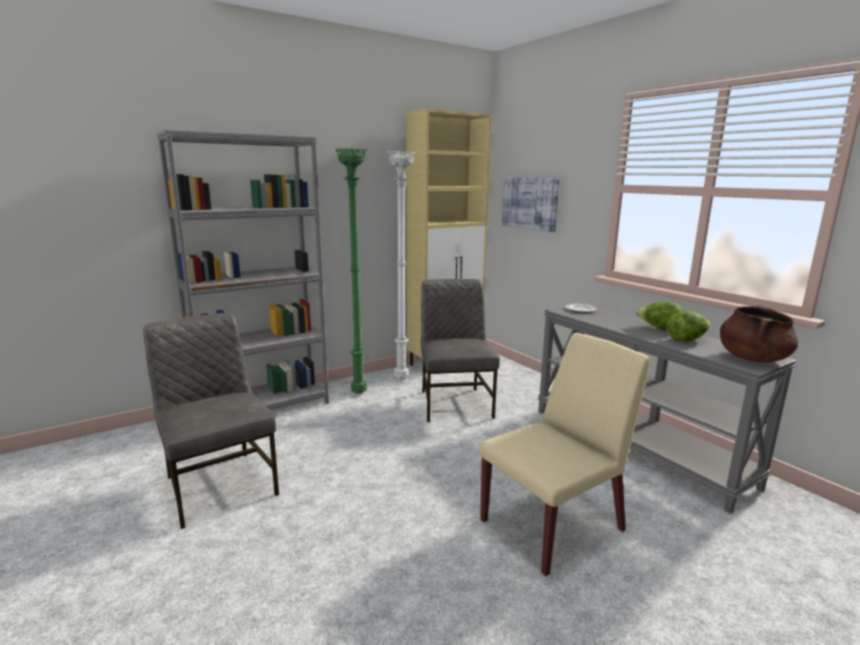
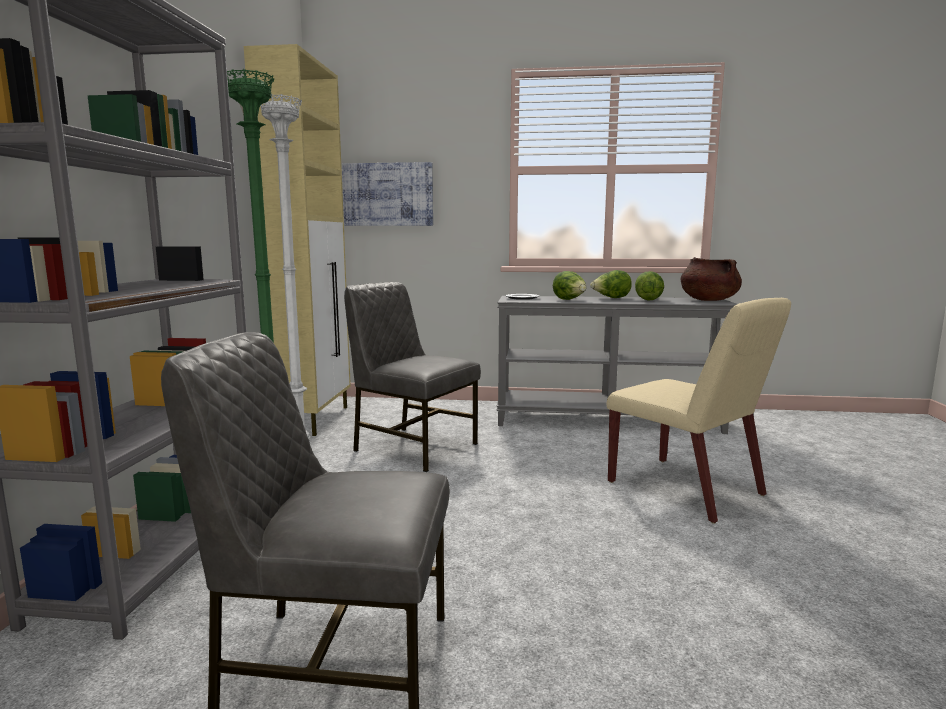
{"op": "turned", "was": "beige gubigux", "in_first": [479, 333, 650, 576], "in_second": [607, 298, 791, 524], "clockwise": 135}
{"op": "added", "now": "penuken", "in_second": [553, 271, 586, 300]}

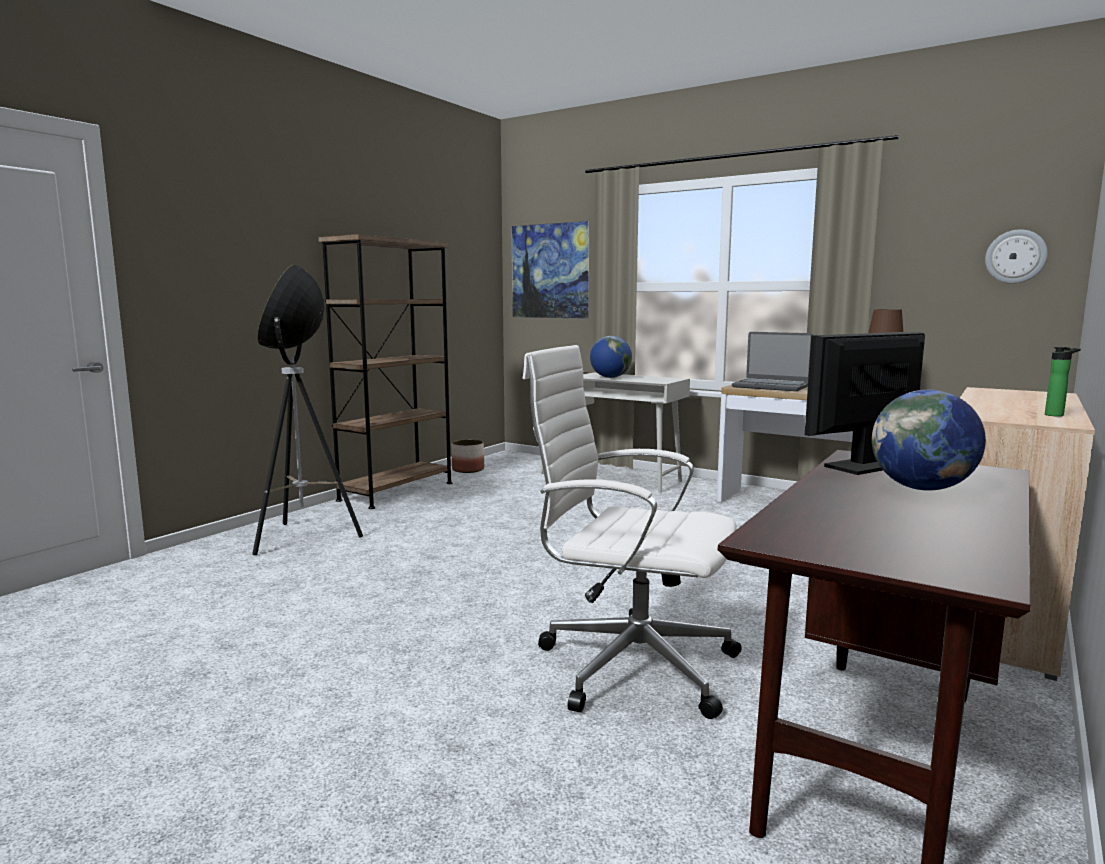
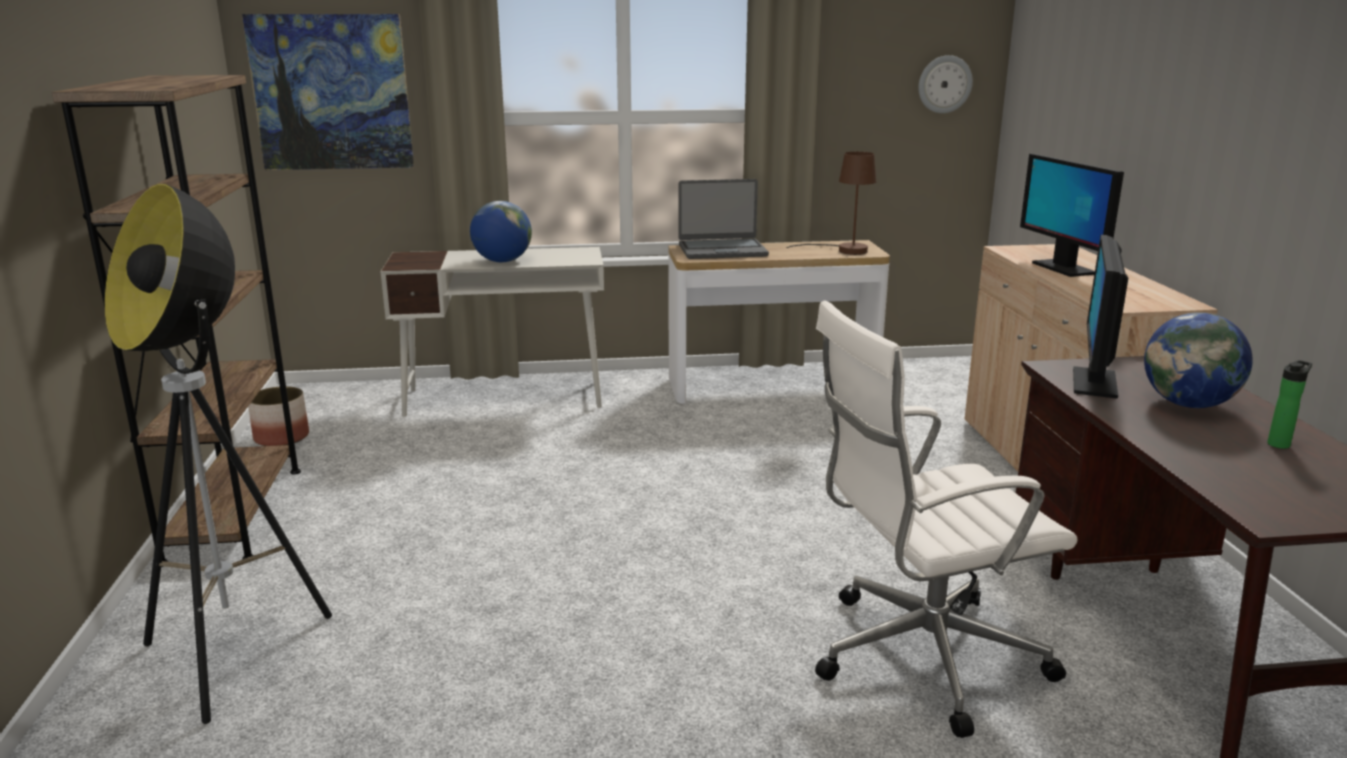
{"op": "moved", "was": "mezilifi", "in_first": [1045, 347, 1081, 417], "in_second": [1267, 360, 1312, 449]}
{"op": "added", "now": "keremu", "in_second": [1020, 154, 1124, 277]}

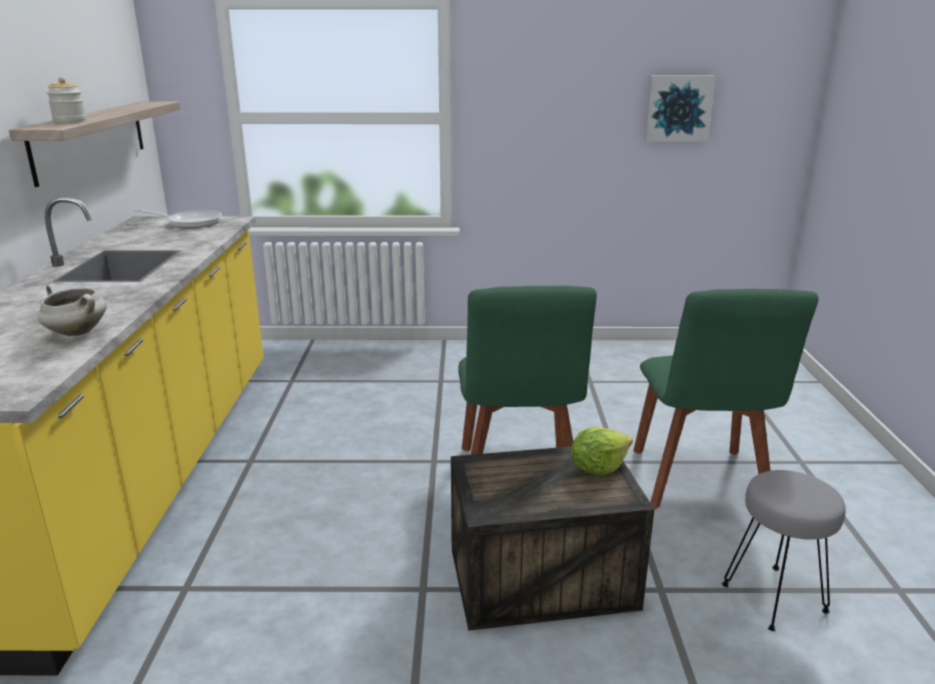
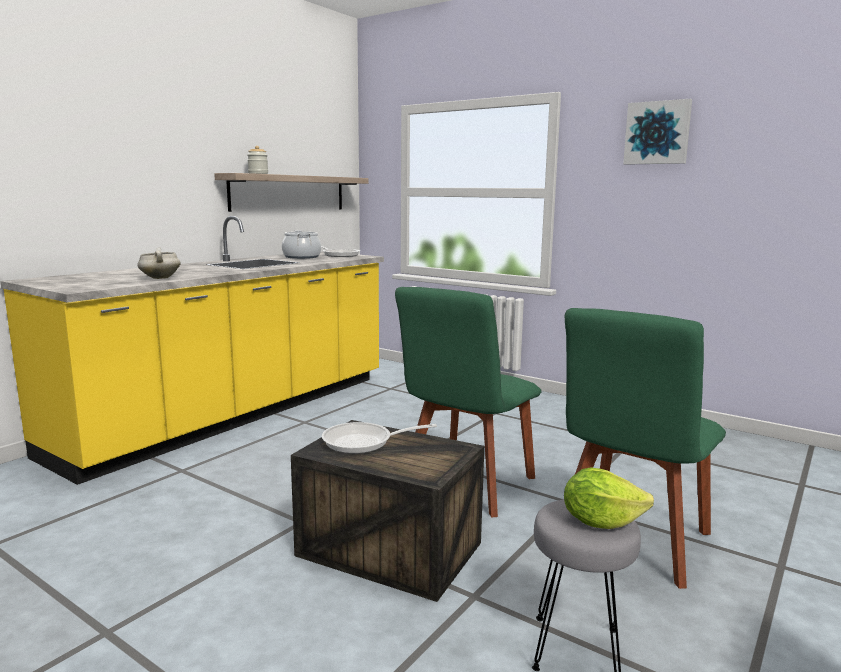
{"op": "moved", "was": "penuken", "in_first": [571, 427, 633, 475], "in_second": [564, 467, 654, 529]}
{"op": "moved", "was": "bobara", "in_first": [645, 76, 716, 142], "in_second": [623, 99, 692, 165]}
{"op": "added", "now": "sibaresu", "in_second": [282, 230, 321, 259]}
{"op": "added", "now": "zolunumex", "in_second": [322, 422, 437, 454]}

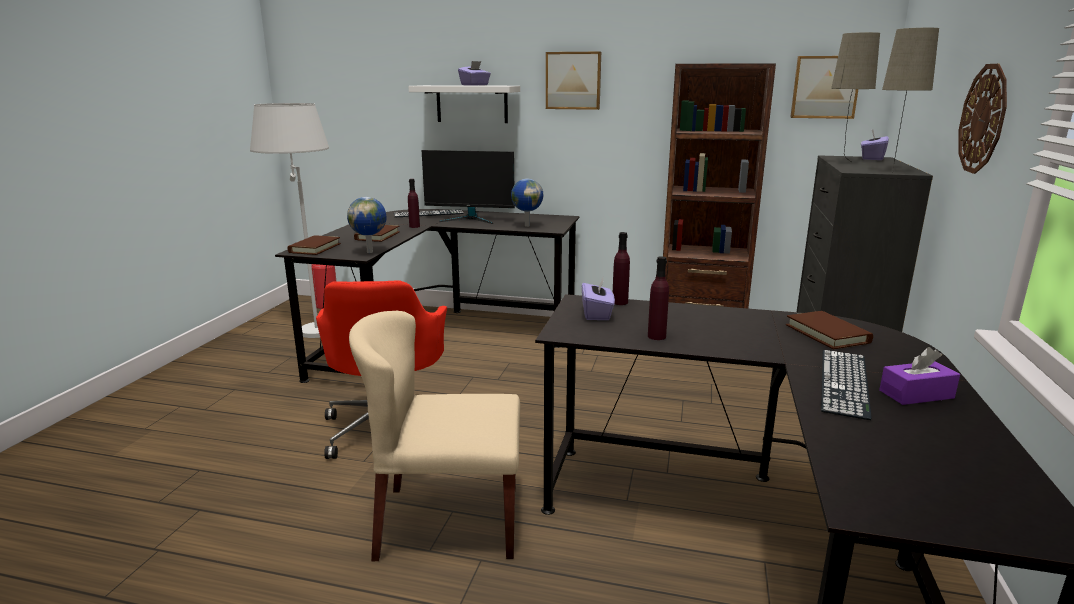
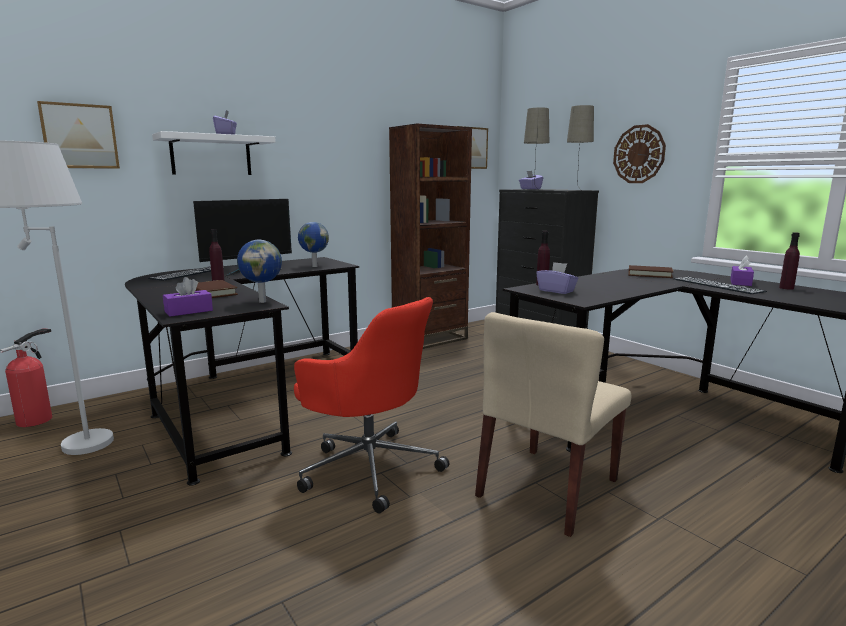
{"op": "replaced", "was": "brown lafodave", "now": "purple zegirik", "in_first": [288, 236, 341, 255], "in_second": [163, 277, 213, 317]}
{"op": "moved", "was": "bobara", "in_first": [546, 52, 601, 110], "in_second": [37, 101, 120, 169]}
{"op": "moved", "was": "purple mezilifi", "in_first": [648, 256, 669, 340], "in_second": [779, 232, 800, 290]}

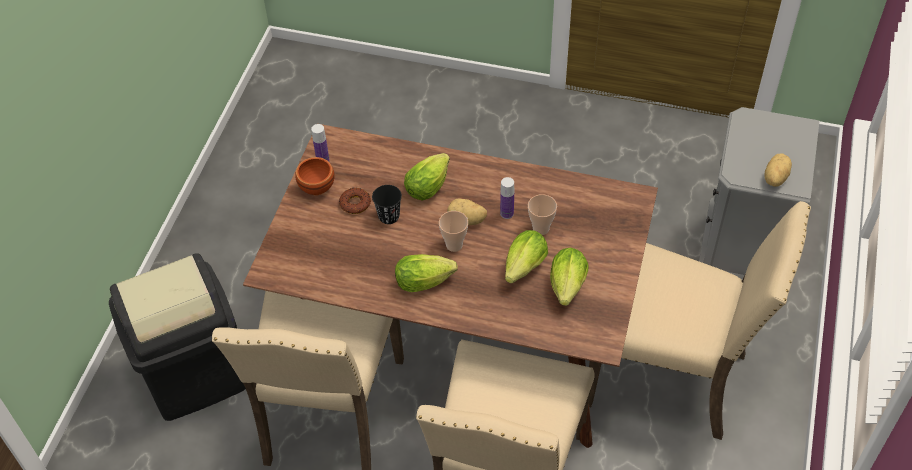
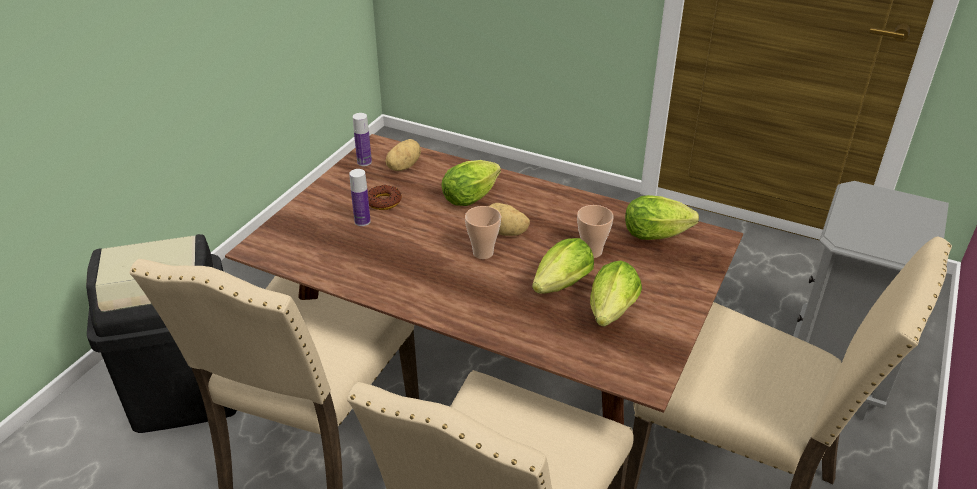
{"op": "removed", "was": "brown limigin", "in_first": [296, 157, 334, 195]}
{"op": "removed", "was": "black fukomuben", "in_first": [372, 185, 402, 224]}
{"op": "moved", "was": "penuken", "in_first": [395, 254, 458, 292], "in_second": [625, 195, 699, 240]}
{"op": "moved", "was": "mezilifi", "in_first": [500, 177, 514, 219], "in_second": [349, 169, 371, 226]}
{"op": "moved", "was": "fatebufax", "in_first": [764, 153, 792, 187], "in_second": [385, 139, 421, 171]}

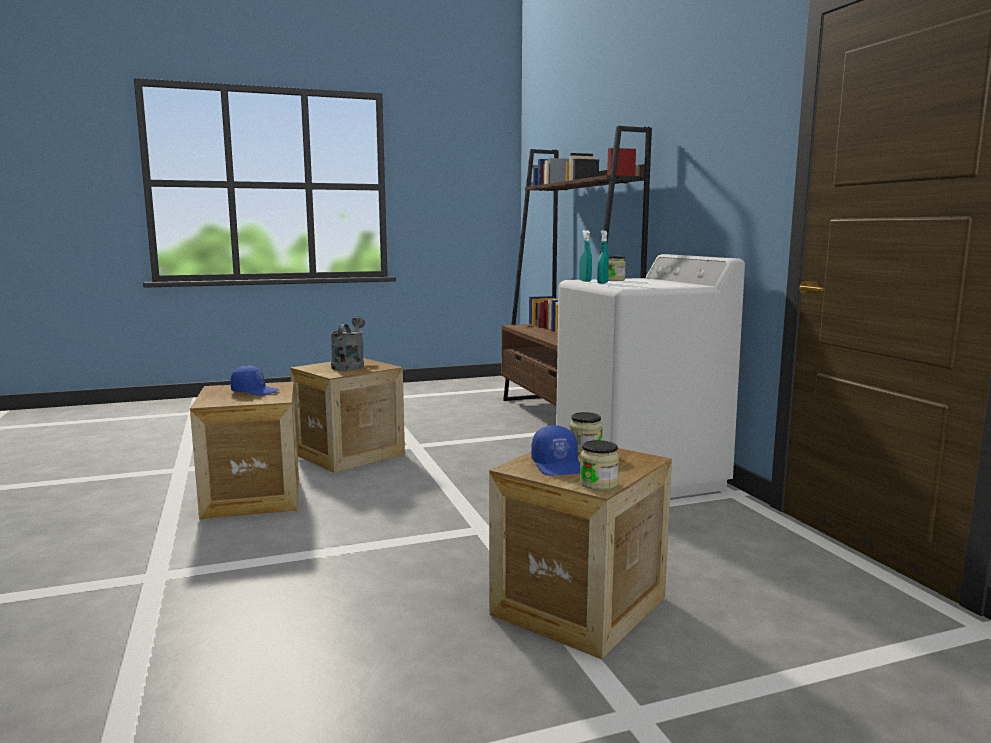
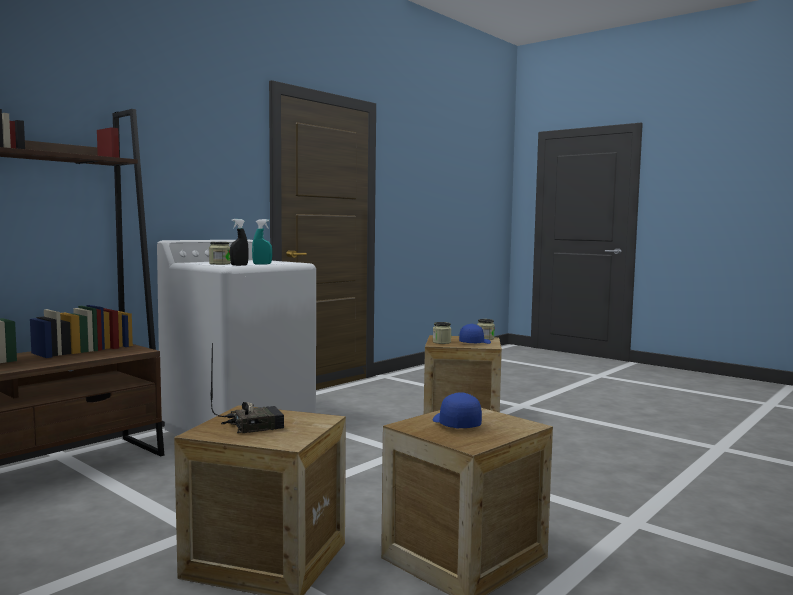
{"op": "replaced", "was": "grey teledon", "now": "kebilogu", "in_first": [331, 316, 365, 370], "in_second": [211, 343, 284, 433]}
{"op": "recoloured", "was": "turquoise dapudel", "now": "black dapudel", "in_first": [579, 230, 592, 282], "in_second": [230, 219, 249, 266]}

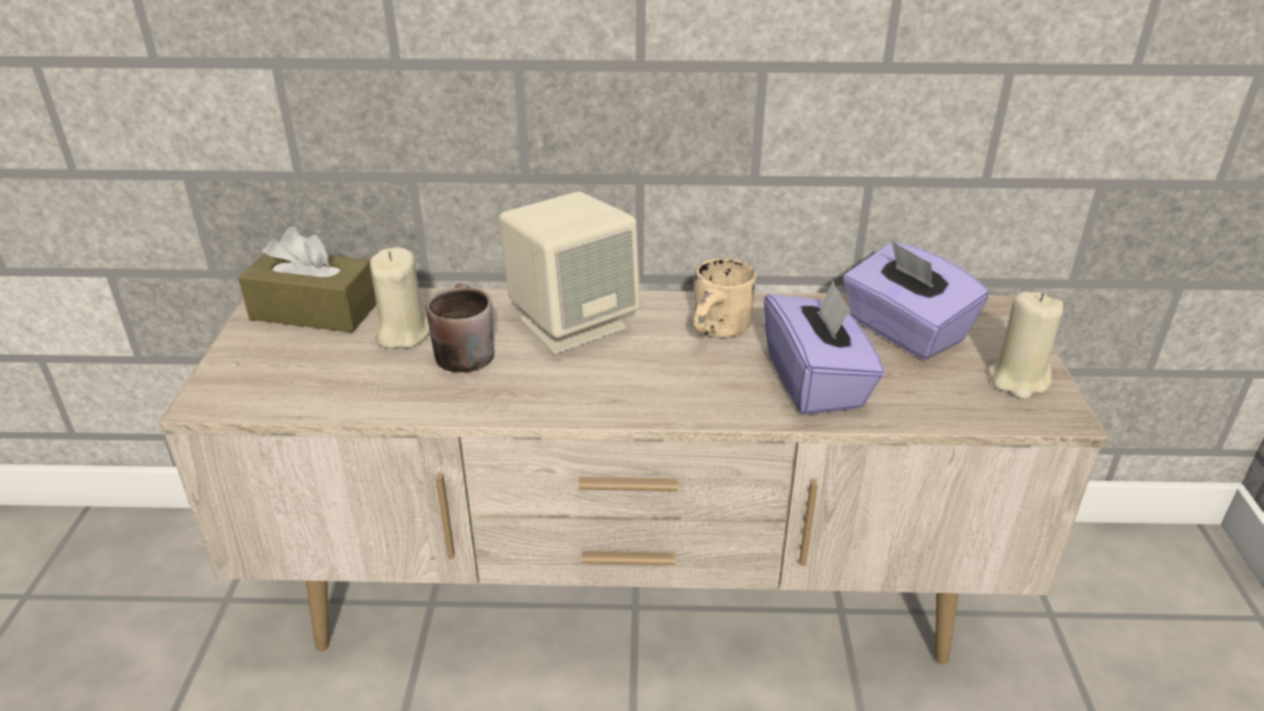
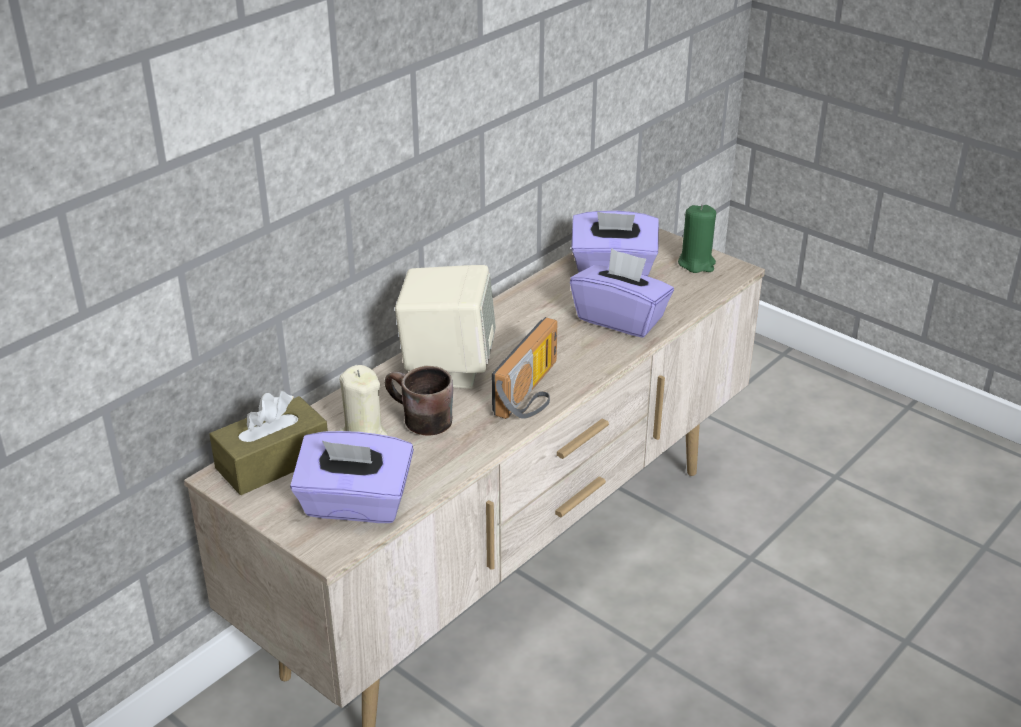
{"op": "removed", "was": "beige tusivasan", "in_first": [693, 258, 756, 338]}
{"op": "recoloured", "was": "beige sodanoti", "now": "green sodanoti", "in_first": [989, 292, 1064, 399], "in_second": [678, 204, 716, 273]}
{"op": "added", "now": "purple zegirik", "in_second": [290, 431, 414, 523]}
{"op": "added", "now": "kebilogu", "in_second": [492, 317, 557, 419]}

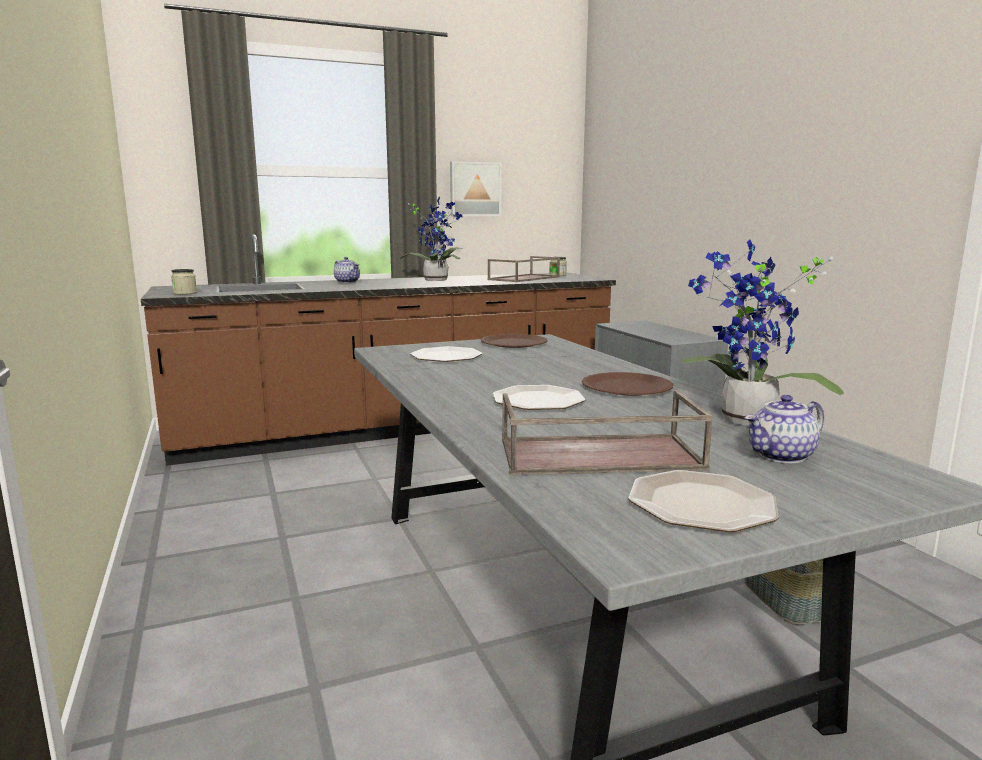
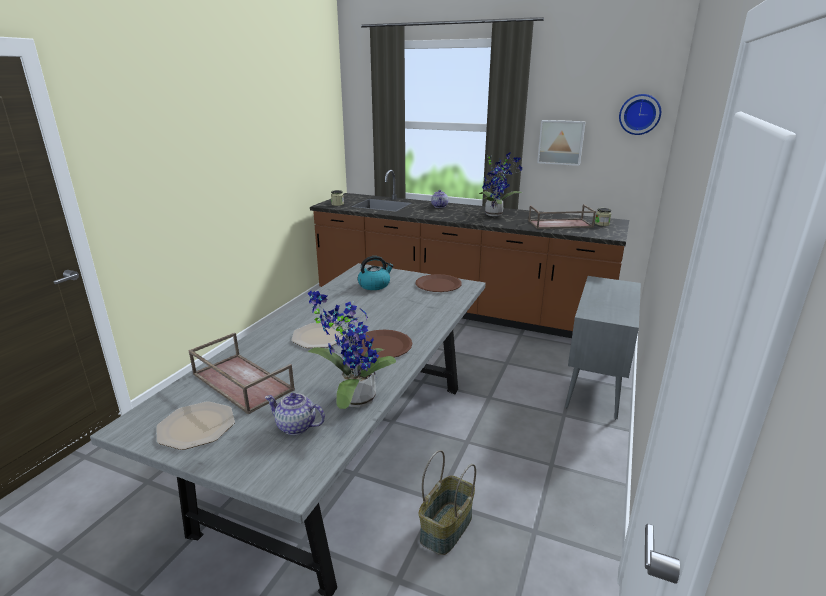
{"op": "replaced", "was": "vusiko", "now": "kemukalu", "in_first": [410, 346, 482, 362], "in_second": [358, 256, 394, 290]}
{"op": "added", "now": "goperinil", "in_second": [619, 94, 661, 135]}

